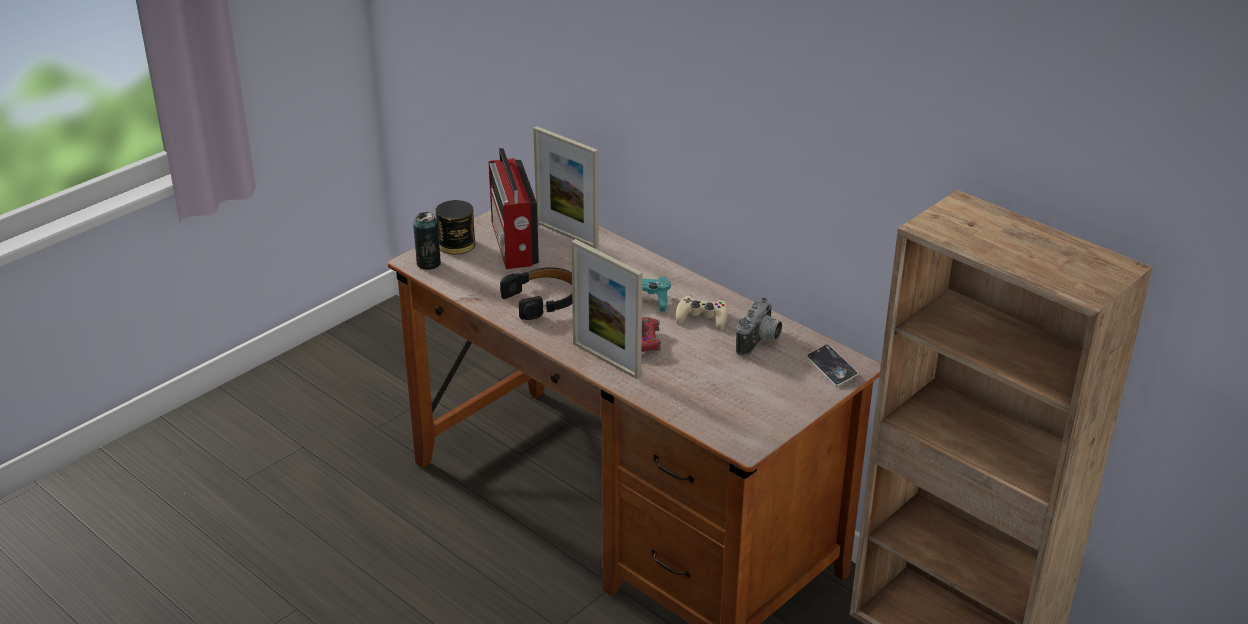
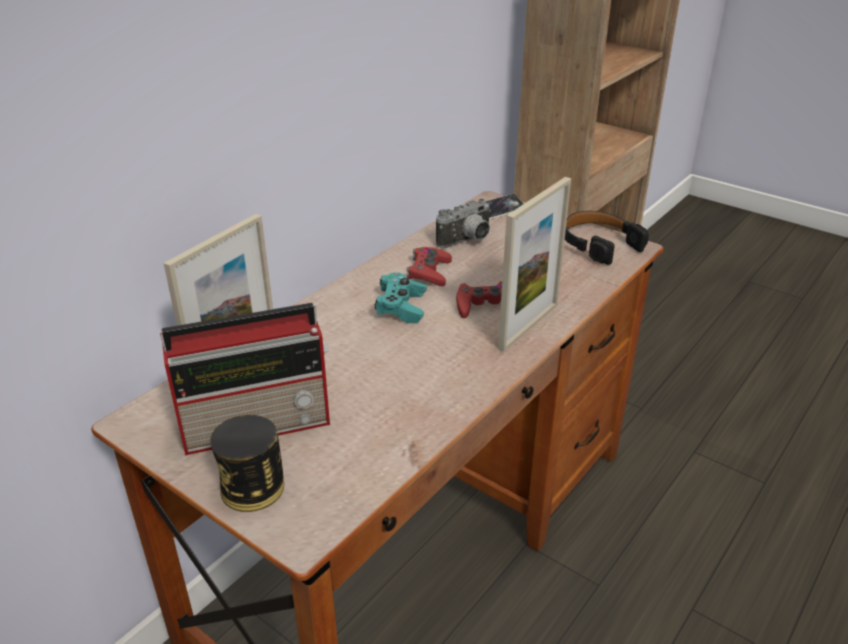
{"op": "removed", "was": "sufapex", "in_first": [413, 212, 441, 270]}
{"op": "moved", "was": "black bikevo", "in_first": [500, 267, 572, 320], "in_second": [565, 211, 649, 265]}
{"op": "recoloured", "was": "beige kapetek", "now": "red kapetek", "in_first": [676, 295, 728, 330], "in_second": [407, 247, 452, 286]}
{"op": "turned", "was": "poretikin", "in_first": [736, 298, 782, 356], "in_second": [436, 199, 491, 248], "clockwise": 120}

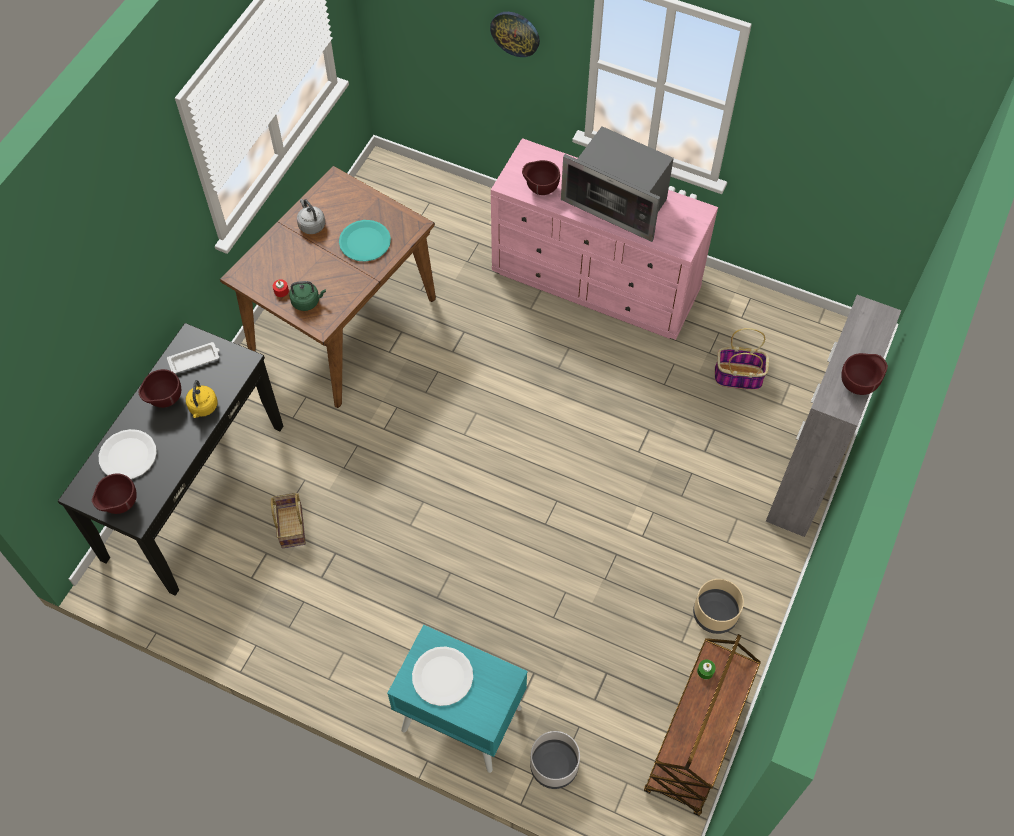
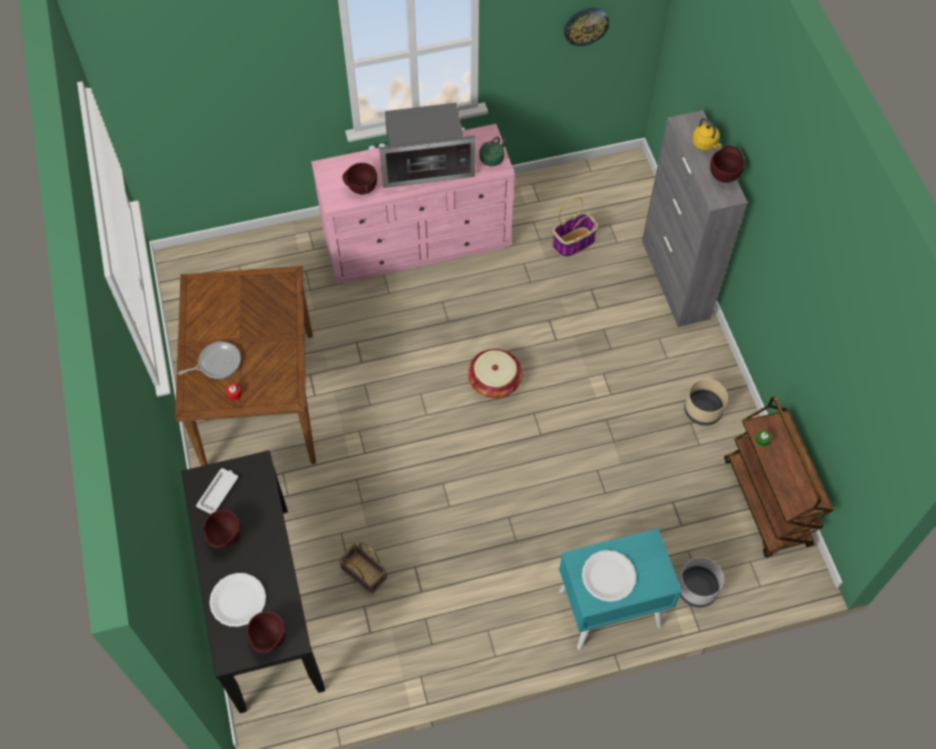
{"op": "moved", "was": "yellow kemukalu", "in_first": [186, 380, 218, 418], "in_second": [692, 118, 722, 151]}
{"op": "moved", "was": "green kemukalu", "in_first": [289, 281, 326, 311], "in_second": [480, 136, 507, 166]}
{"op": "removed", "was": "grey kemukalu", "in_first": [297, 199, 325, 234]}
{"op": "removed", "was": "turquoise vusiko", "in_first": [339, 220, 391, 261]}
{"op": "moved", "was": "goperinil", "in_first": [490, 12, 540, 57], "in_second": [564, 8, 610, 46]}
{"op": "added", "now": "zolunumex", "in_second": [178, 342, 241, 379]}
{"op": "added", "now": "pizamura", "in_second": [468, 349, 522, 398]}

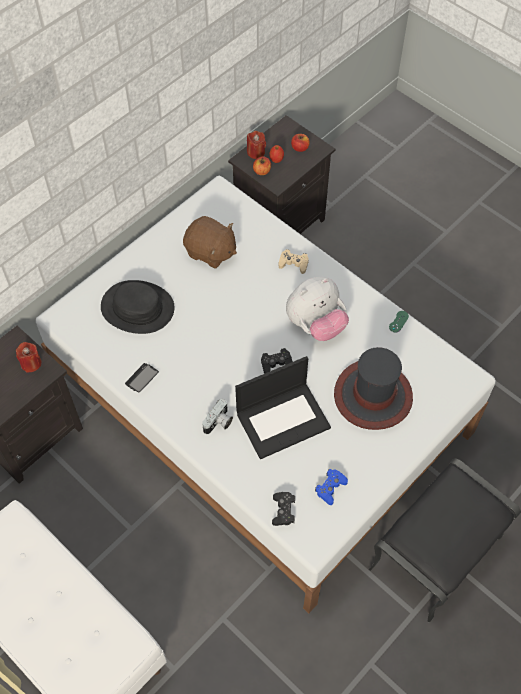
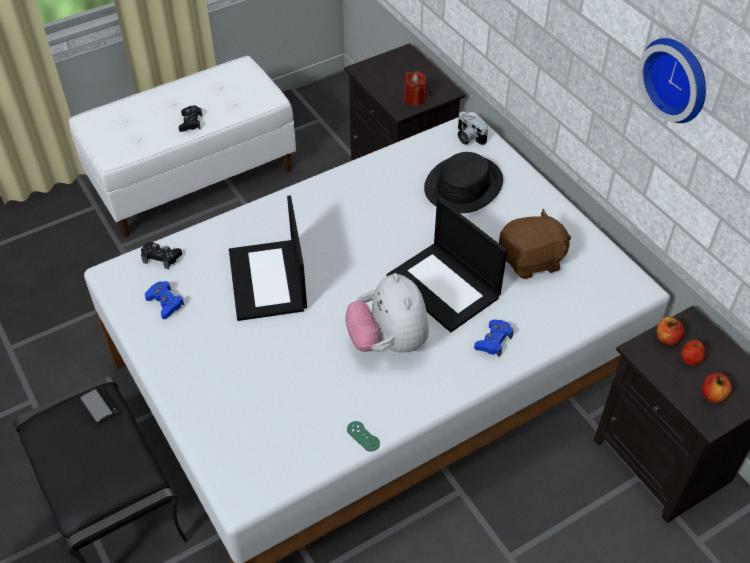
{"op": "moved", "was": "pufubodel", "in_first": [125, 363, 159, 392], "in_second": [79, 387, 120, 423]}
{"op": "turned", "was": "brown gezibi", "in_first": [183, 216, 237, 269], "in_second": [499, 208, 571, 279], "clockwise": -150}
{"op": "moved", "was": "poretikin", "in_first": [202, 399, 233, 434], "in_second": [458, 111, 488, 145]}
{"op": "removed", "was": "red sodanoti", "in_first": [247, 131, 266, 159]}
{"op": "moved", "was": "black kapetek", "in_first": [261, 348, 293, 374], "in_second": [179, 106, 202, 132]}
{"op": "recoloured", "was": "beige kapetek", "now": "blue kapetek", "in_first": [279, 249, 309, 274], "in_second": [474, 320, 513, 357]}
{"op": "removed", "was": "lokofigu", "in_first": [334, 347, 413, 430]}
{"op": "added", "now": "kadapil", "in_second": [386, 198, 507, 332]}
{"op": "added", "now": "goperinil", "in_second": [638, 38, 706, 123]}

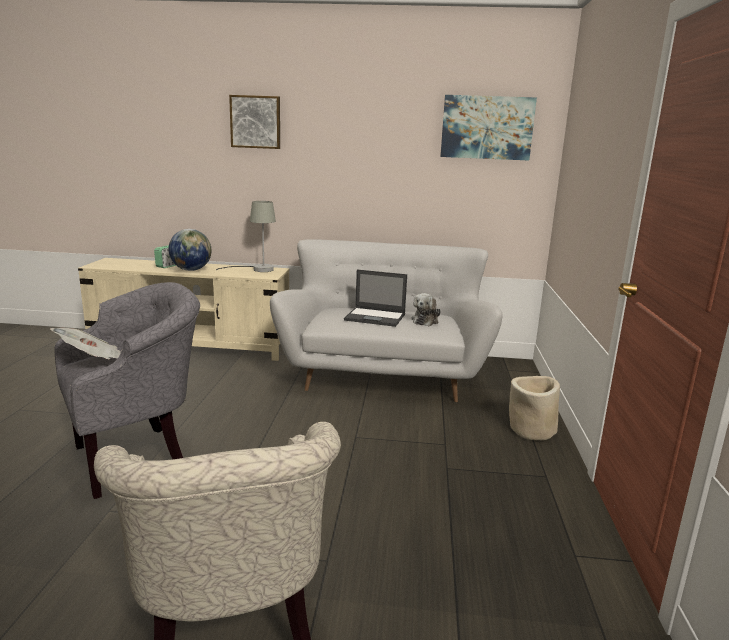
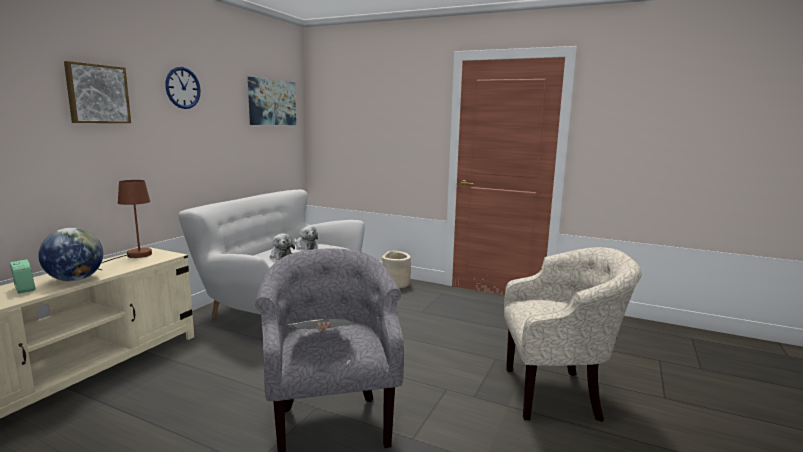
{"op": "recoloured", "was": "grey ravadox", "now": "brown ravadox", "in_first": [216, 201, 276, 272], "in_second": [98, 180, 152, 270]}
{"op": "replaced", "was": "kadapil", "now": "gezibi", "in_first": [344, 270, 407, 327], "in_second": [270, 234, 295, 260]}
{"op": "added", "now": "goperinil", "in_second": [165, 67, 201, 109]}

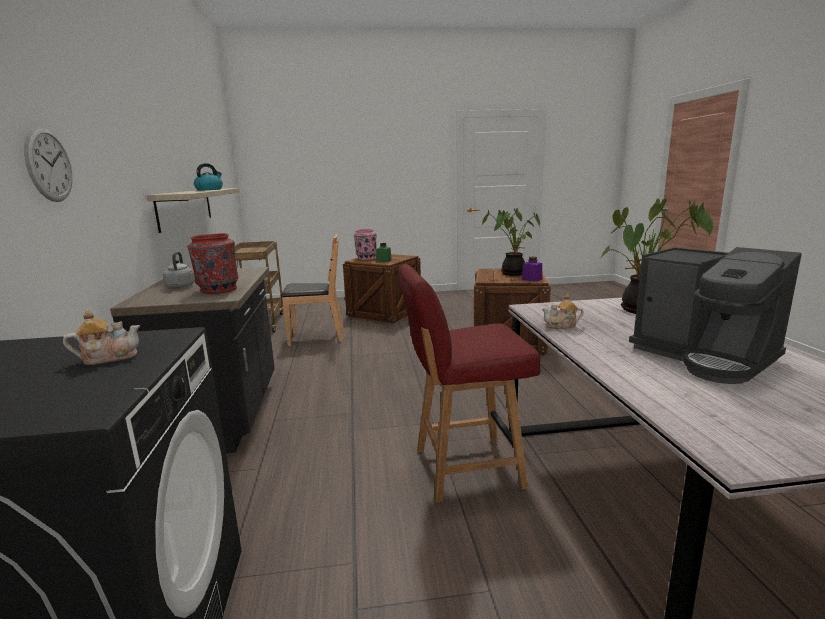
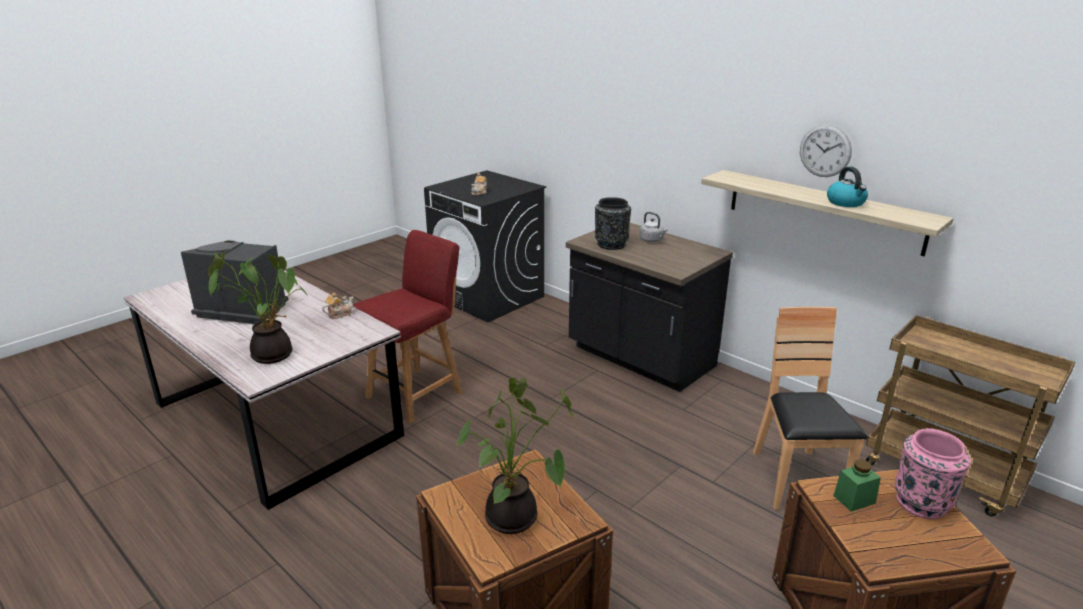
{"op": "moved", "was": "goperinil", "in_first": [24, 127, 73, 202], "in_second": [800, 124, 852, 177]}
{"op": "recoloured", "was": "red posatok", "now": "black posatok", "in_first": [187, 233, 239, 294], "in_second": [595, 197, 631, 250]}
{"op": "turned", "was": "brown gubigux", "in_first": [281, 234, 344, 346], "in_second": [753, 307, 868, 510], "clockwise": 135}
{"op": "removed", "was": "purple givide", "in_first": [522, 257, 542, 282]}

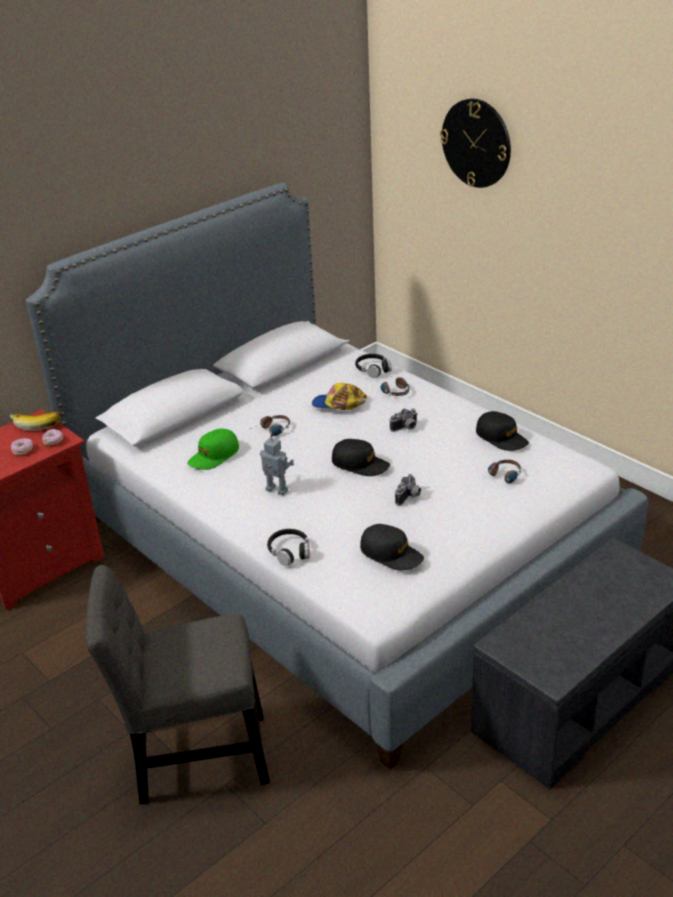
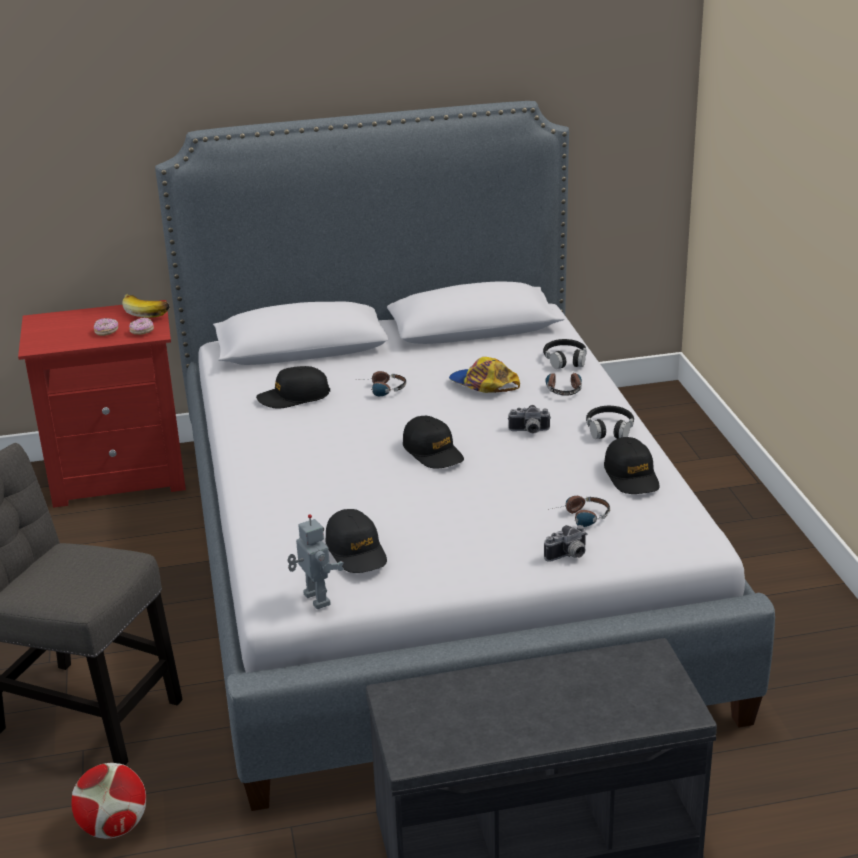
{"op": "recoloured", "was": "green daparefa", "now": "black daparefa", "in_first": [187, 428, 239, 470], "in_second": [256, 366, 330, 409]}
{"op": "moved", "was": "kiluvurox", "in_first": [260, 434, 294, 496], "in_second": [287, 514, 344, 609]}
{"op": "moved", "was": "black bikevo", "in_first": [267, 529, 310, 566], "in_second": [586, 406, 634, 439]}
{"op": "moved", "was": "poretikin", "in_first": [395, 474, 421, 505], "in_second": [544, 525, 587, 562]}
{"op": "removed", "was": "goperinil", "in_first": [440, 99, 511, 188]}
{"op": "added", "now": "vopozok", "in_second": [71, 763, 146, 839]}

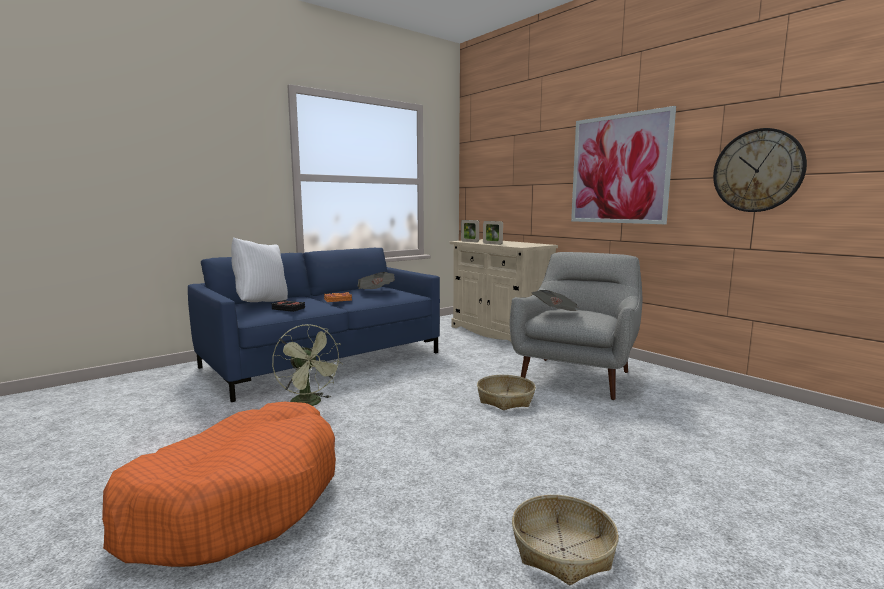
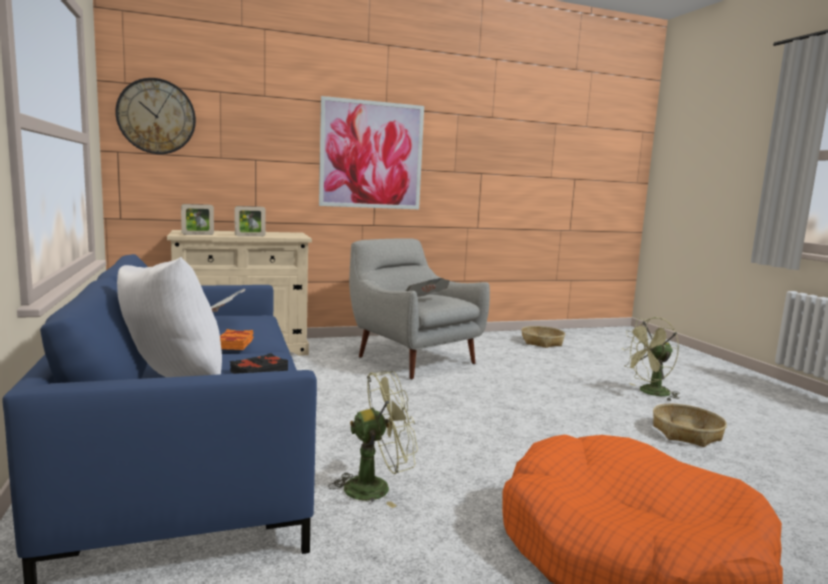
{"op": "moved", "was": "pizamura", "in_first": [477, 375, 536, 410], "in_second": [521, 326, 565, 348]}
{"op": "moved", "was": "goperinil", "in_first": [713, 128, 807, 212], "in_second": [115, 78, 196, 154]}
{"op": "added", "now": "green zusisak", "in_second": [622, 317, 680, 401]}

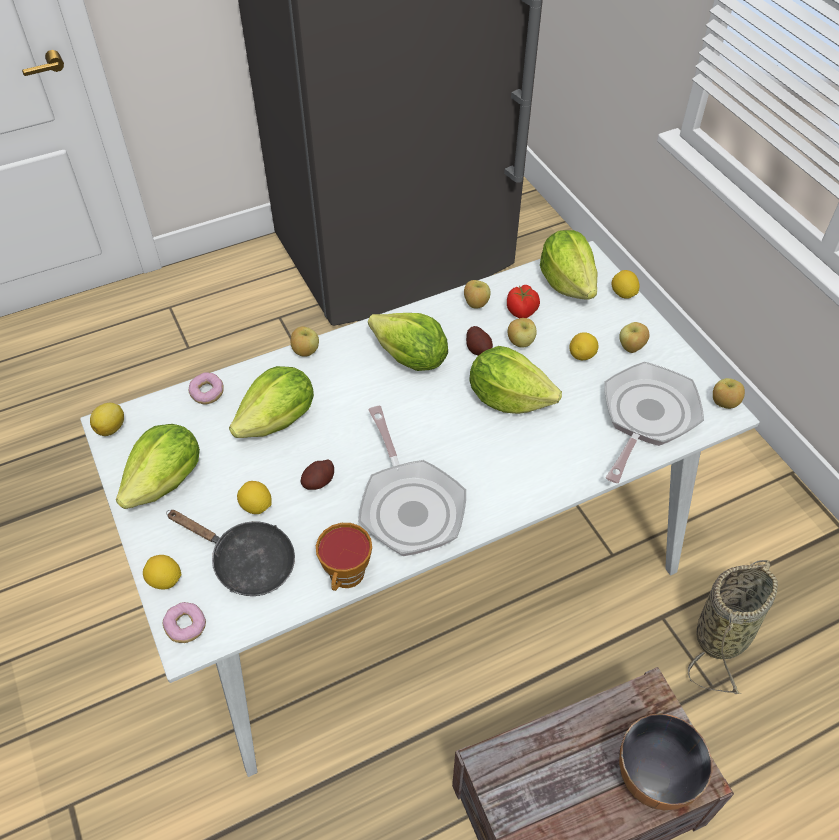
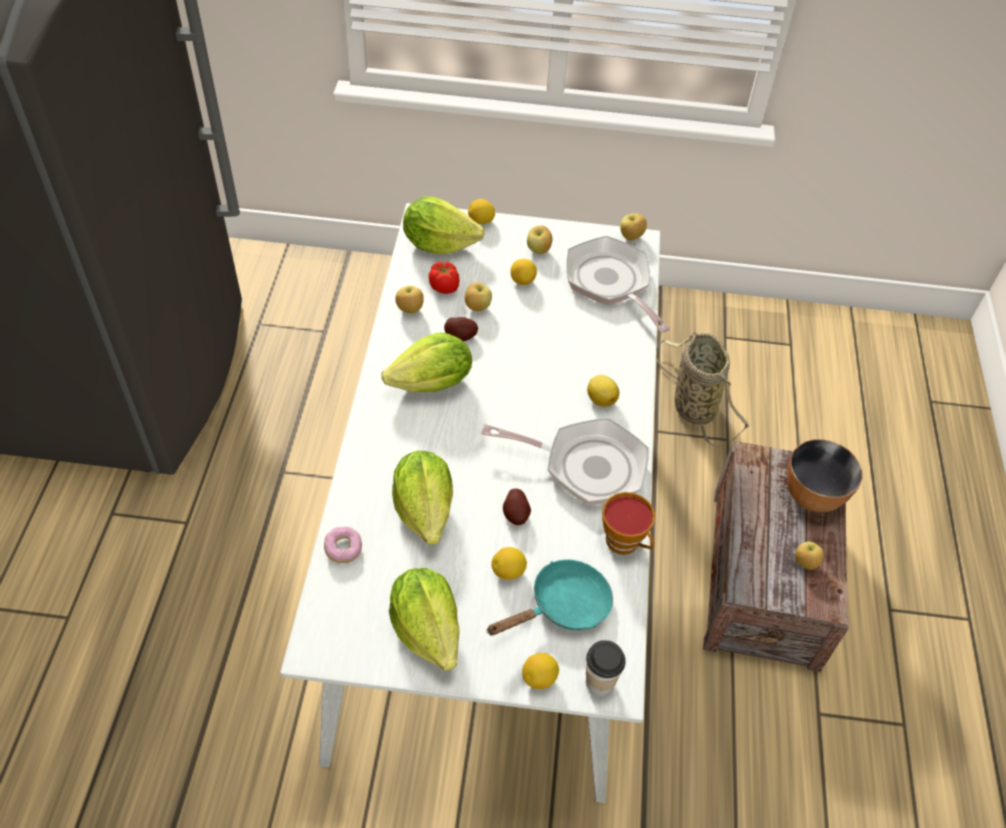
{"op": "moved", "was": "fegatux", "in_first": [90, 403, 124, 436], "in_second": [587, 375, 619, 407]}
{"op": "replaced", "was": "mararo", "now": "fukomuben", "in_first": [163, 602, 206, 643], "in_second": [586, 640, 626, 696]}
{"op": "recoloured", "was": "black zolunumex", "now": "turquoise zolunumex", "in_first": [166, 510, 295, 596], "in_second": [486, 559, 613, 636]}
{"op": "moved", "was": "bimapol", "in_first": [291, 326, 319, 357], "in_second": [795, 542, 824, 570]}
{"op": "removed", "was": "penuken", "in_first": [469, 346, 562, 414]}

